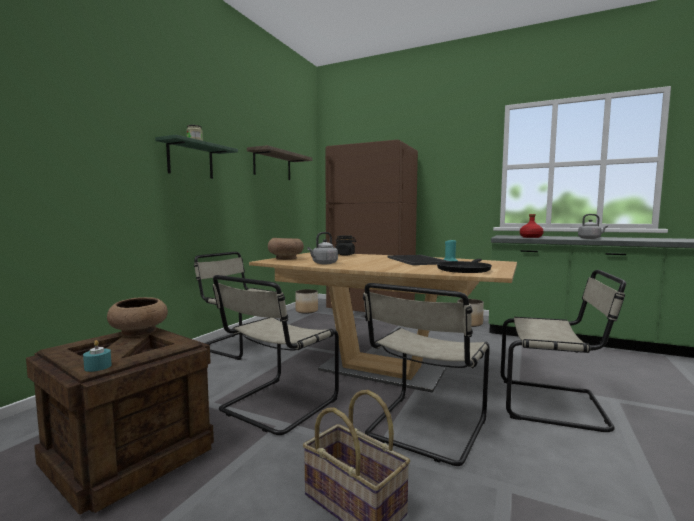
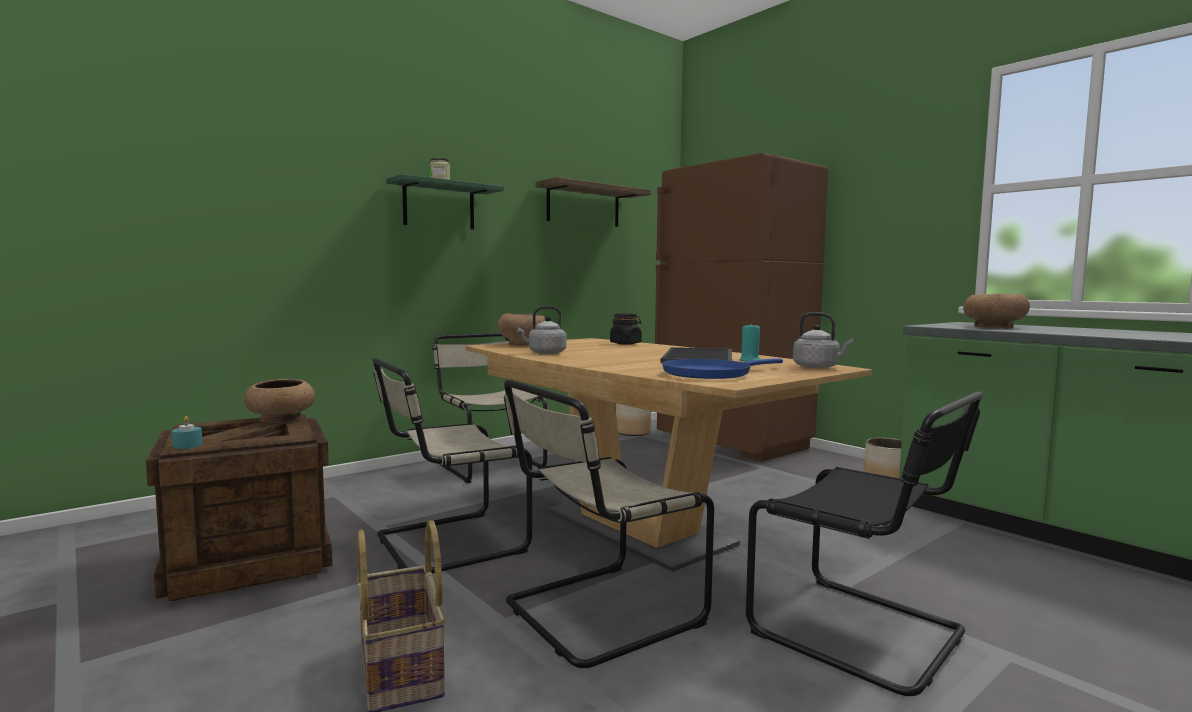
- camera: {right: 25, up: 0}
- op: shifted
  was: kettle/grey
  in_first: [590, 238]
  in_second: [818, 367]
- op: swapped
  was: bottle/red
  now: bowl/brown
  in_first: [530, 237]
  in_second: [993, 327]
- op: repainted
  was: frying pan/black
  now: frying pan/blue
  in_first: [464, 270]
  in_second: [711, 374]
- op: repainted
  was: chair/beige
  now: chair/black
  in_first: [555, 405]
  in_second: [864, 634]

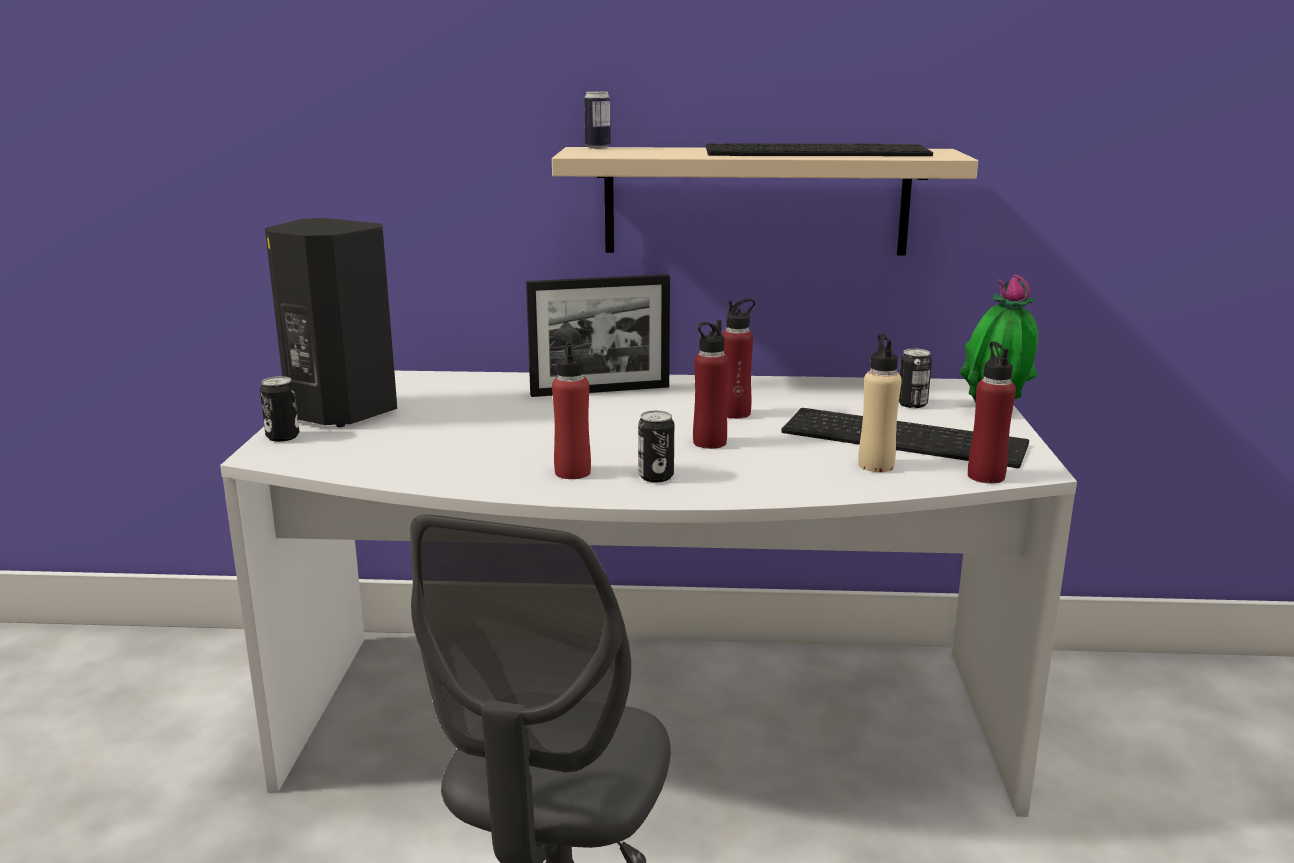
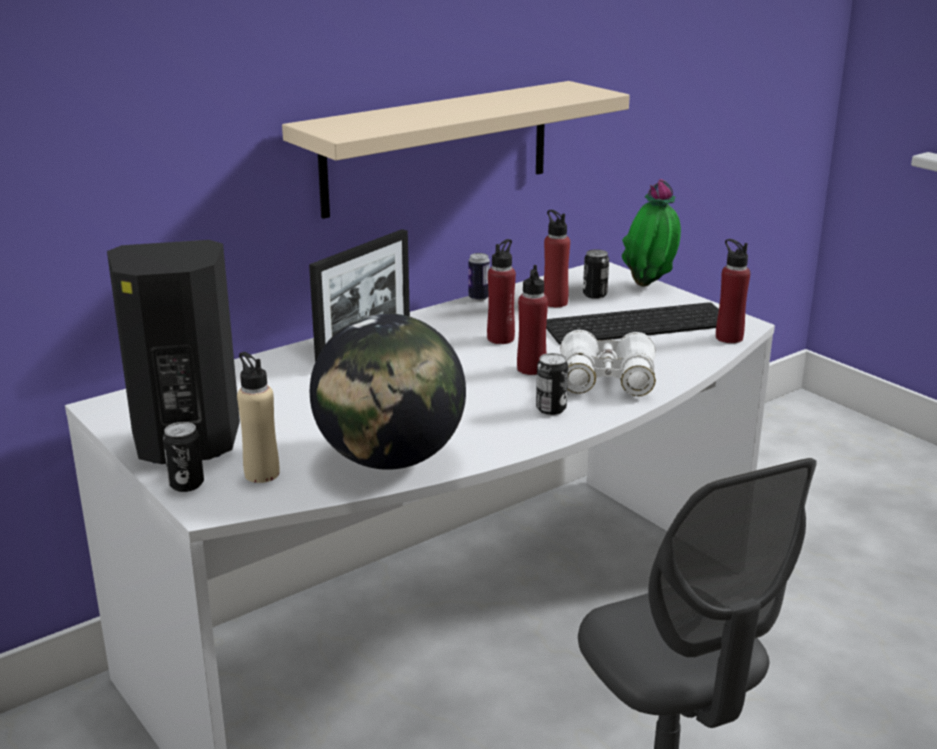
- camera: {right: -40, up: 5}
- op: gone
  was: keyboard
  in_first: [818, 152]
- op: new
  now: globe
  in_second: [390, 459]
- op: new
  now: binoculars/white
  in_second: [606, 380]
- op: shifted
  was: bottle/red
  in_first: [572, 472]
  in_second: [555, 302]
- op: shifted
  was: can
  in_first: [597, 148]
  in_second: [479, 298]
- op: shifted
  was: bottle/beige
  in_first: [876, 465]
  in_second: [262, 474]

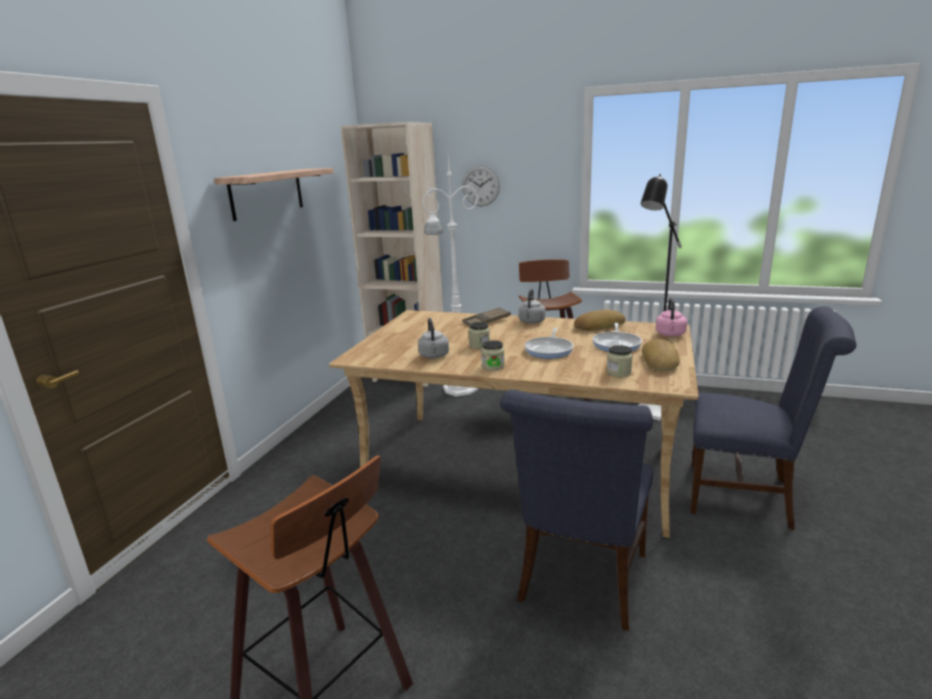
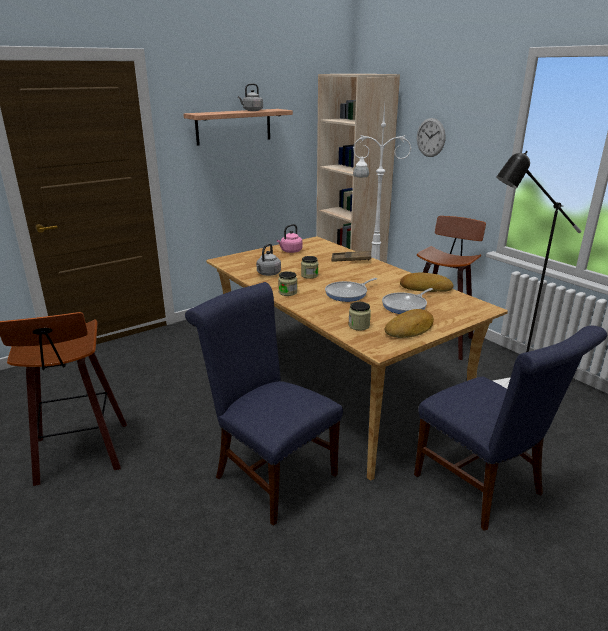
- camera: {right: 35, up: 5}
- op: shifted
  was: kettle/grey
  in_first: [531, 322]
  in_second: [252, 110]
- op: shifted
  was: kettle/pink
  in_first: [670, 335]
  in_second: [290, 251]
- op: rotated
  was: chair/blue
  in_first: [580, 582]
  in_second: [270, 473]
  clockwise: 75

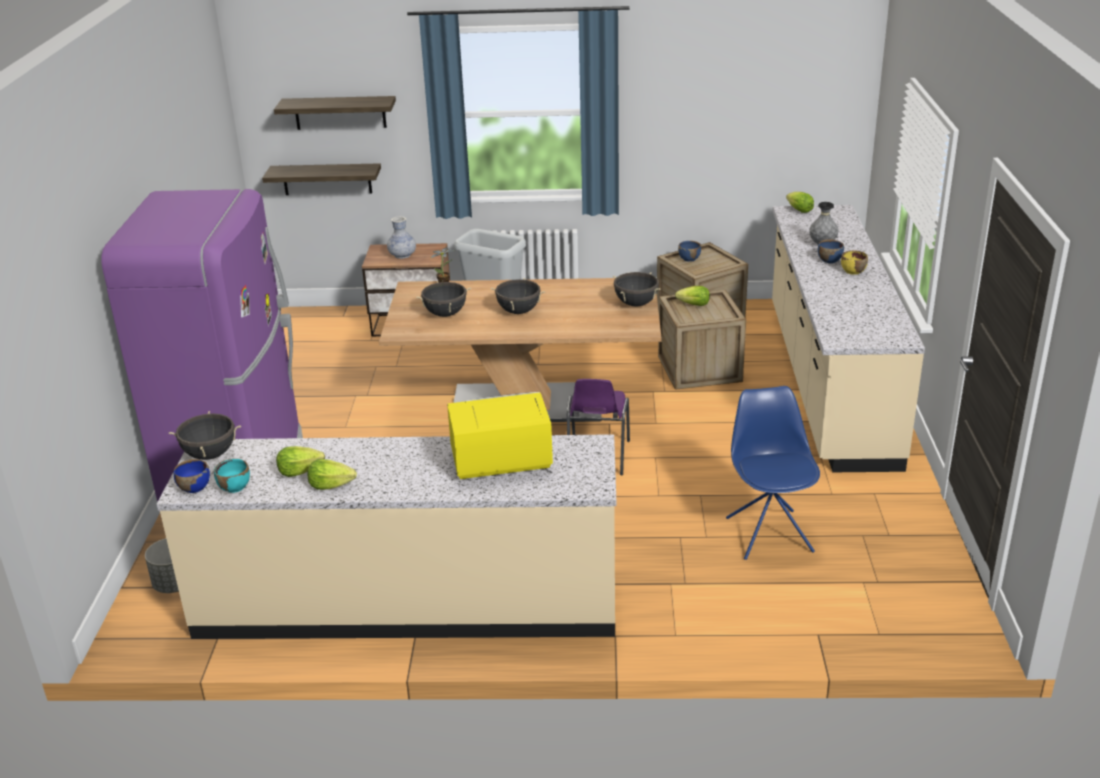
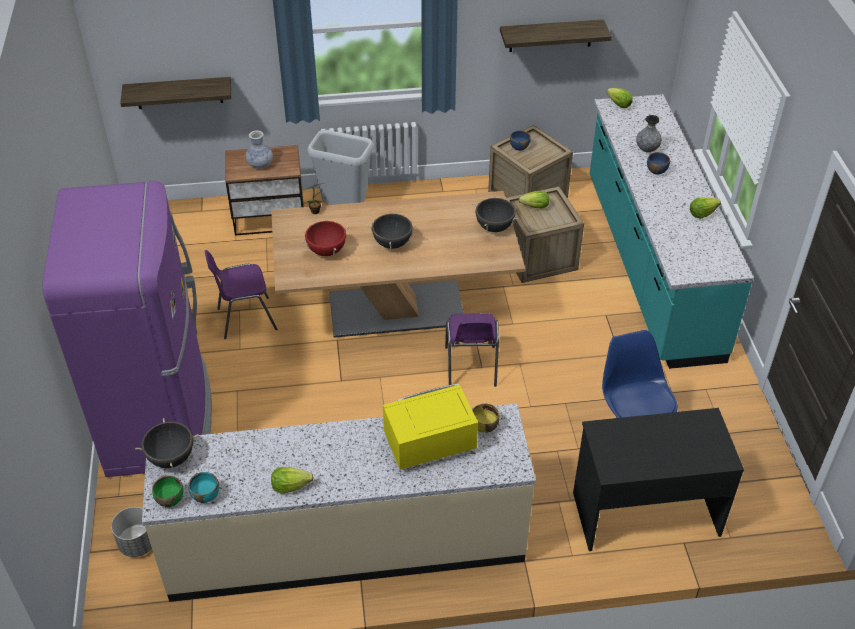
- camera: {right: -10, up: 15}
- op: new
  now: chair/purple
  in_second: [245, 318]
- op: new
  now: desk/black
  in_second: [644, 512]
- op: shifted
  was: shelf
  in_first: [340, 112]
  in_second: [550, 35]
- op: shifted
  was: lettuce
  in_first: [299, 471]
  in_second: [702, 214]
- op: shifted
  was: bowl/yellow
  in_first: [853, 271]
  in_second: [484, 426]
- op: repainted
  was: bowl/blue
  now: bowl/green
  in_first: [194, 487]
  in_second: [169, 499]
- op: repainted
  was: cooking pot/black
  now: cooking pot/red
  in_first: [445, 314]
  in_second: [326, 251]
- op: repainted
  was: counter/beige
  now: counter/turquoise
  in_first: [828, 382]
  in_second: [650, 265]

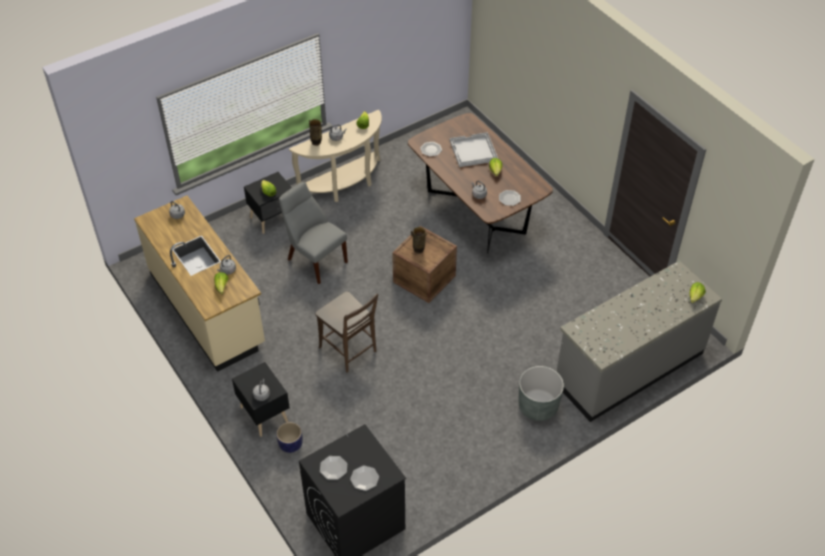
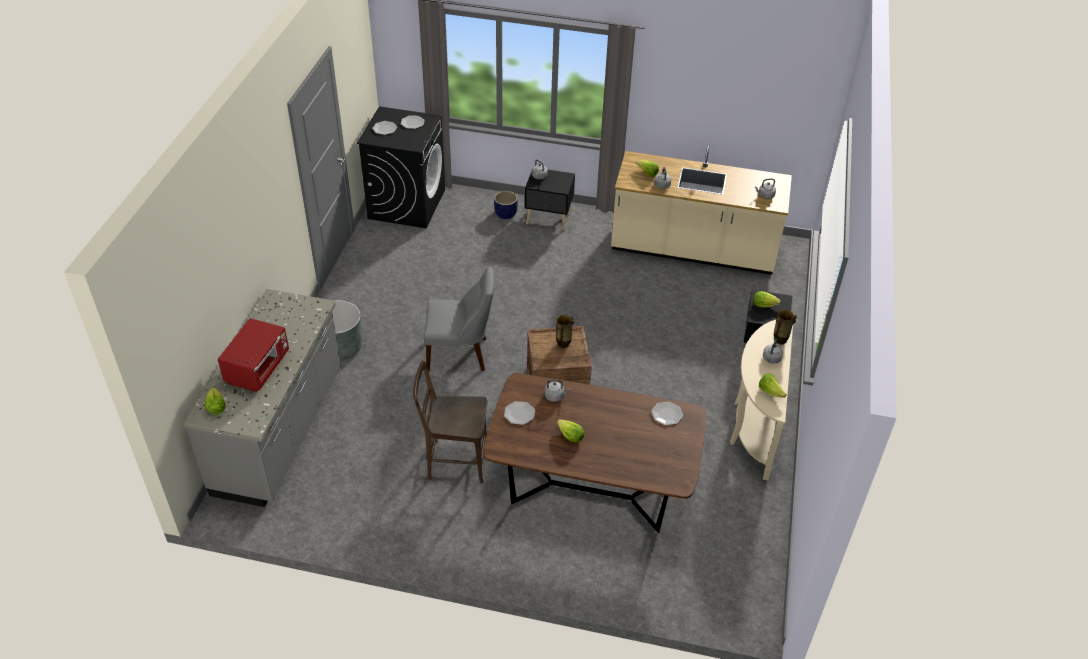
- camera: {right: 135, up: -5}
- op: gone
  was: tray/white
  in_first: [473, 151]
- op: new
  now: microwave/red
  in_second: [259, 368]
- op: shifted
  was: chair/grey
  in_first: [315, 259]
  in_second: [460, 354]
- op: shifted
  was: chair/brown
  in_first: [350, 351]
  in_second: [454, 461]

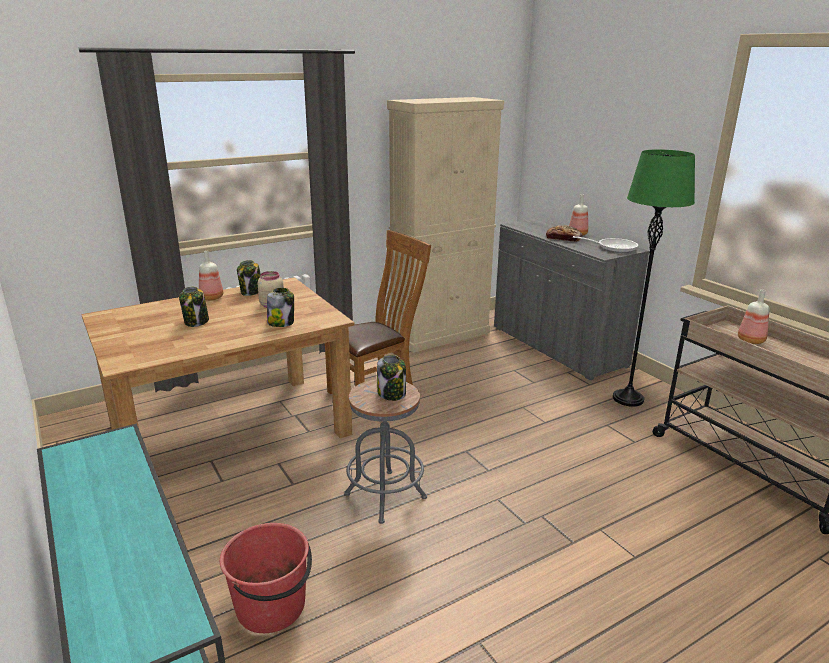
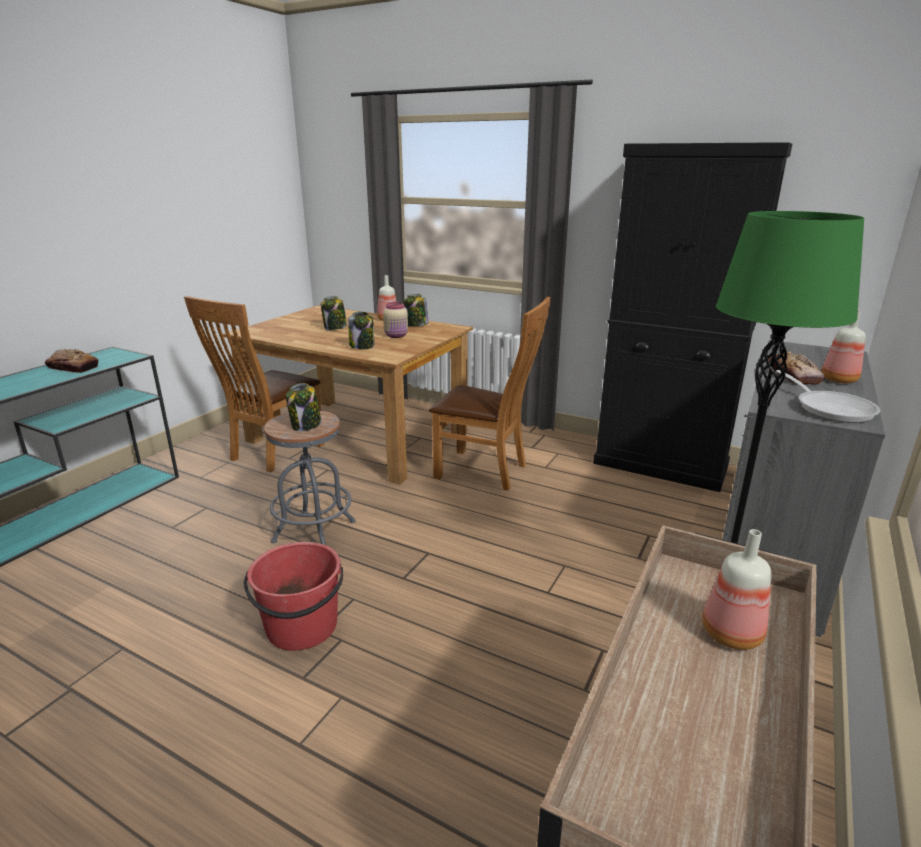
- camera: {right: 60, up: 0}
- op: new
  now: bread
  in_second: [73, 367]
- op: new
  now: chair/brown
  in_second: [272, 453]
- op: shifted
  was: bucket/red
  in_first: [272, 607]
  in_second: [302, 627]
- op: repainted
  was: cabinet/beige
  now: cabinet/black
  in_first: [440, 334]
  in_second: [661, 465]

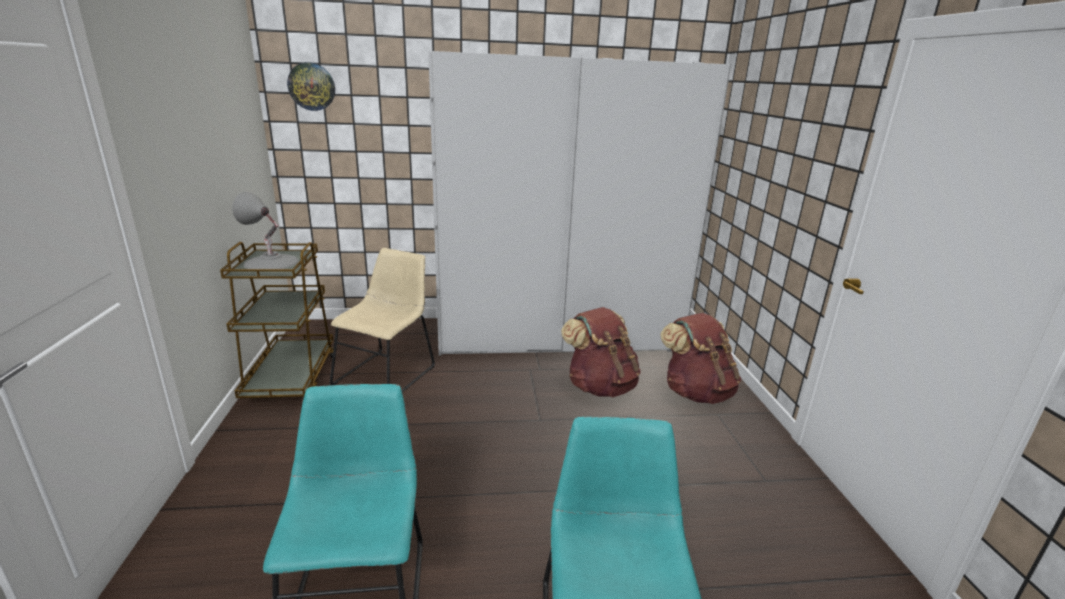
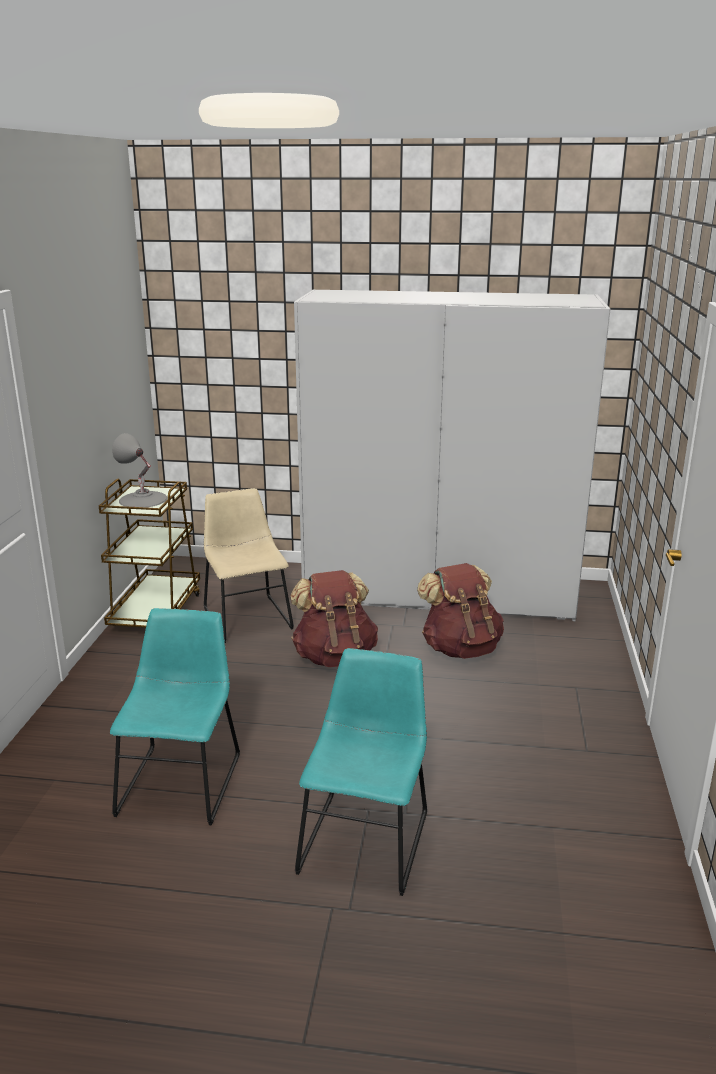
- camera: {right: 15, up: 0}
- op: gone
  was: wall clock
  in_first: [311, 86]
- op: shifted
  was: backpack/brown
  in_first: [696, 392]
  in_second: [334, 656]
- op: rotated
  was: chair/beige
  in_first: [387, 374]
  in_second: [246, 616]
  clockwise: -60

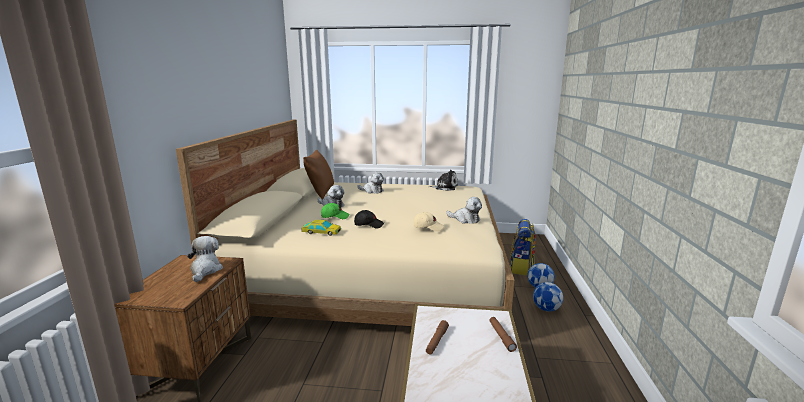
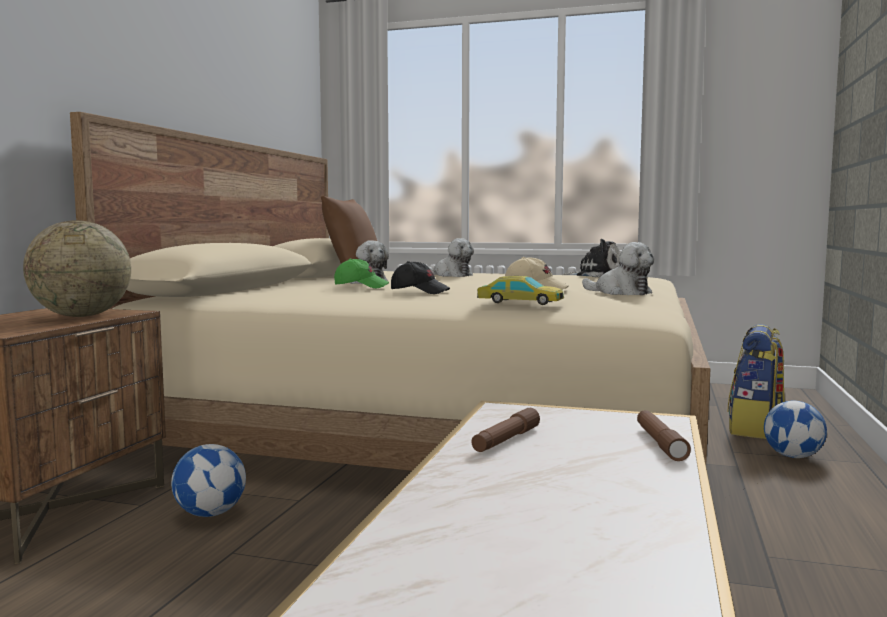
- camera: {right: 10, up: -10}
- op: shifted
  was: toy car
  in_first: [321, 232]
  in_second: [520, 302]
- op: shifted
  was: football
  in_first: [546, 309]
  in_second: [210, 513]
- op: swapped
  was: plush toy
  now: globe
  in_first: [205, 270]
  in_second: [81, 316]

